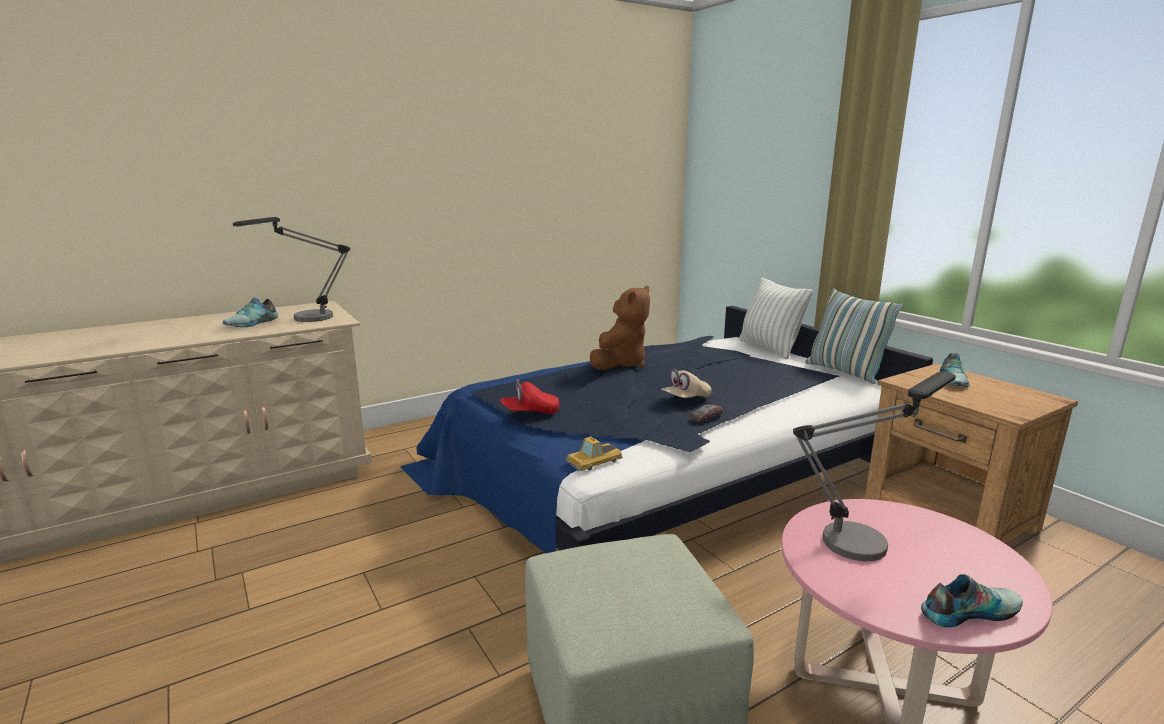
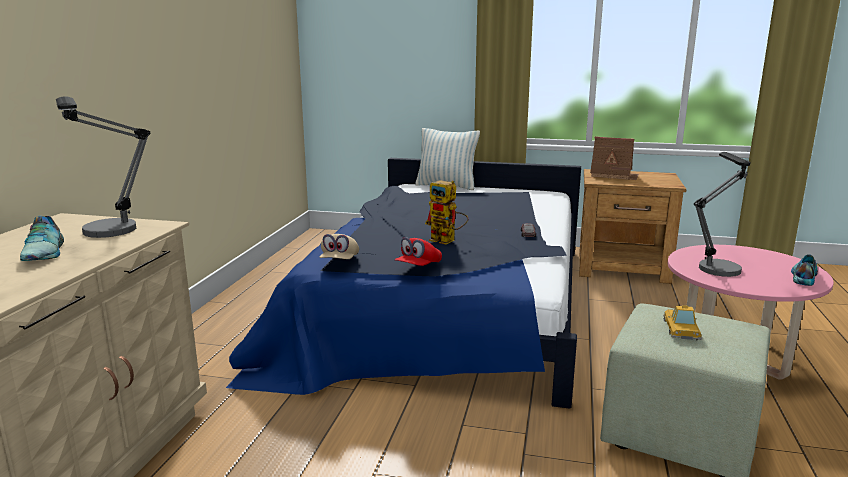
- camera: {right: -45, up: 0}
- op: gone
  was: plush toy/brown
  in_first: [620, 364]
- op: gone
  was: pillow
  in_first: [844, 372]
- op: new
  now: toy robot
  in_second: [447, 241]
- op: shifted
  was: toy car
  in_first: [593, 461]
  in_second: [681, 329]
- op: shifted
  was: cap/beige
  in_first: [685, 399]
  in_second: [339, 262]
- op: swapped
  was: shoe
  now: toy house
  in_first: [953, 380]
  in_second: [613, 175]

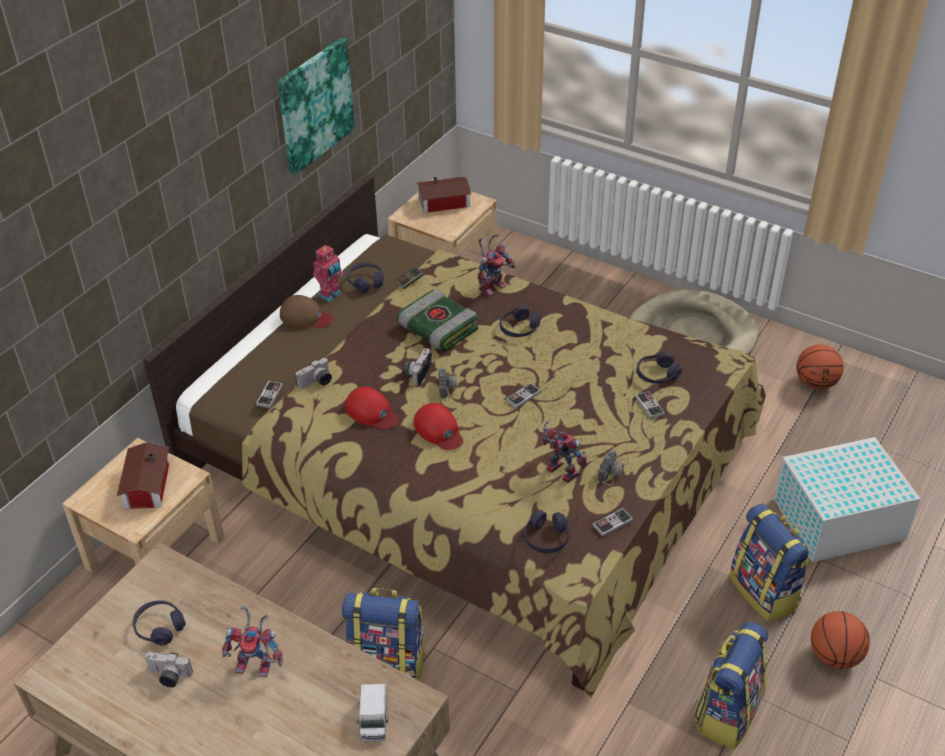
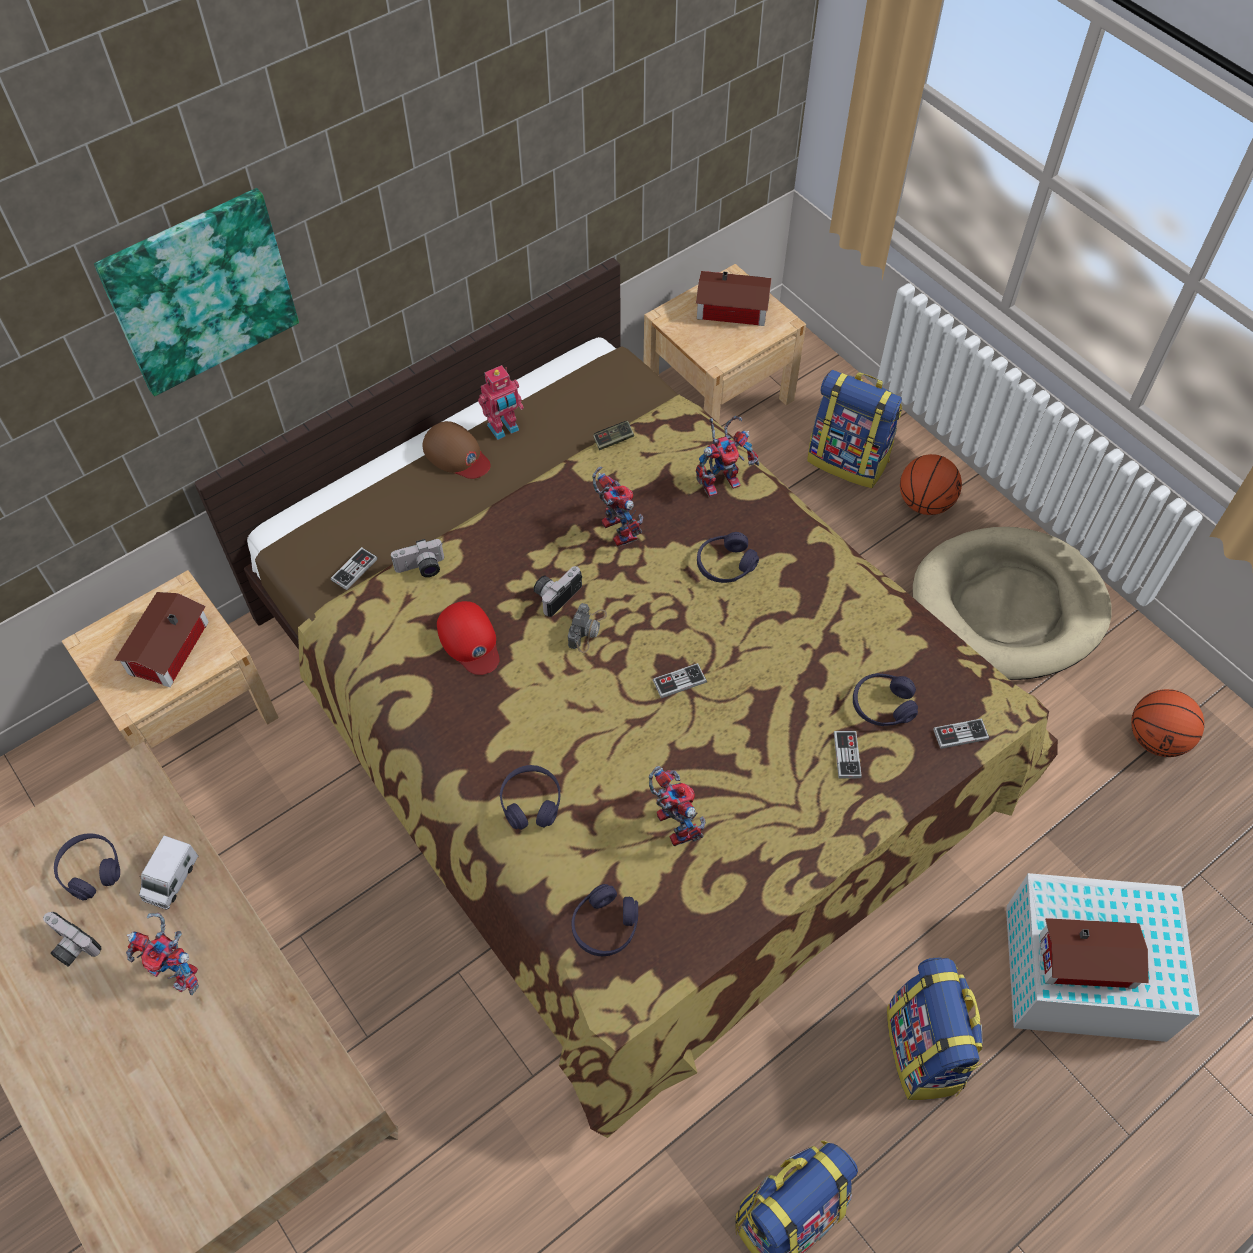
- camera: {right: 20, up: 15}
- op: gone
  was: cap/red
  in_first: [439, 430]
- op: gone
  was: photo camera
  in_first: [613, 470]
- op: new
  now: toy house
  in_second: [1090, 963]
- op: shifted
  was: picture
  in_first: [314, 105]
  in_second: [200, 291]
- op: shifted
  was: backpack
  in_first: [388, 664]
  in_second: [848, 460]
- op: shifted
  was: headphones/purple
  in_first: [366, 282]
  in_second: [531, 802]
- op: shifted
  was: toy truck
  in_first: [374, 720]
  in_second: [171, 879]
- op: shifted
  was: game controller
  in_first: [612, 523]
  in_second: [960, 734]
- op: shifted
  was: basketball
  in_first: [834, 656]
  in_second: [924, 503]
- op: swapped
  was: book
  now: toy robot
  in_first: [436, 328]
  in_second: [614, 529]

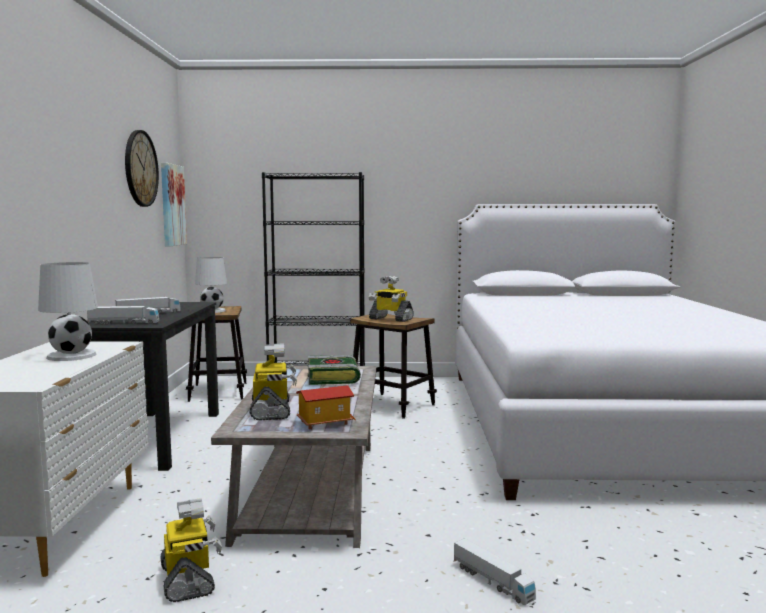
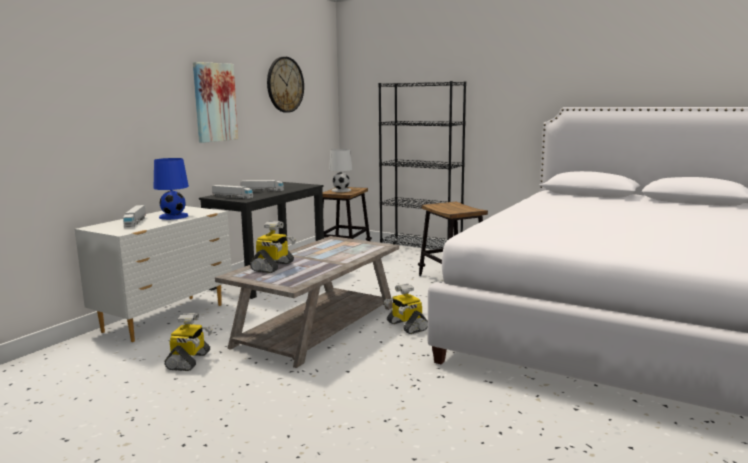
- camera: {right: 30, up: 5}
- op: gone
  was: toy house
  in_first: [325, 422]
- op: gone
  was: book
  in_first: [334, 378]
- op: shifted
  was: picture
  in_first: [172, 205]
  in_second: [214, 102]
- op: shifted
  was: toy robot
  in_first: [390, 319]
  in_second: [406, 326]
- op: shifted
  was: toy truck
  in_first: [492, 581]
  in_second: [135, 222]
- op: repainted
  was: table lamp/white
  now: table lamp/blue
  in_first: [71, 355]
  in_second: [173, 216]

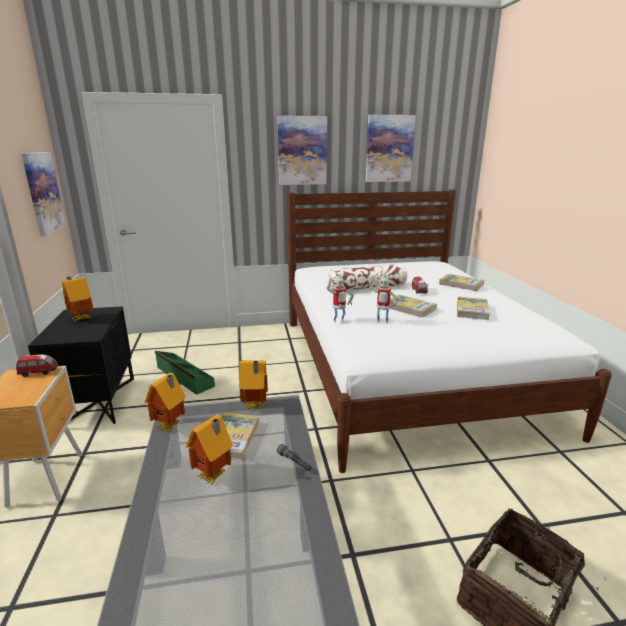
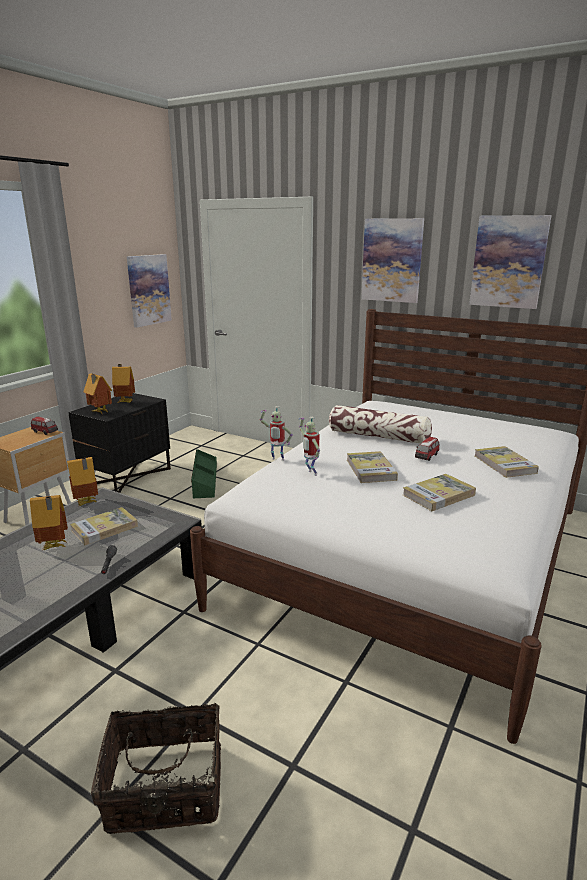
- camera: {right: 40, up: 0}
- op: shifted
  was: toy house
  in_first: [255, 407]
  in_second: [99, 412]

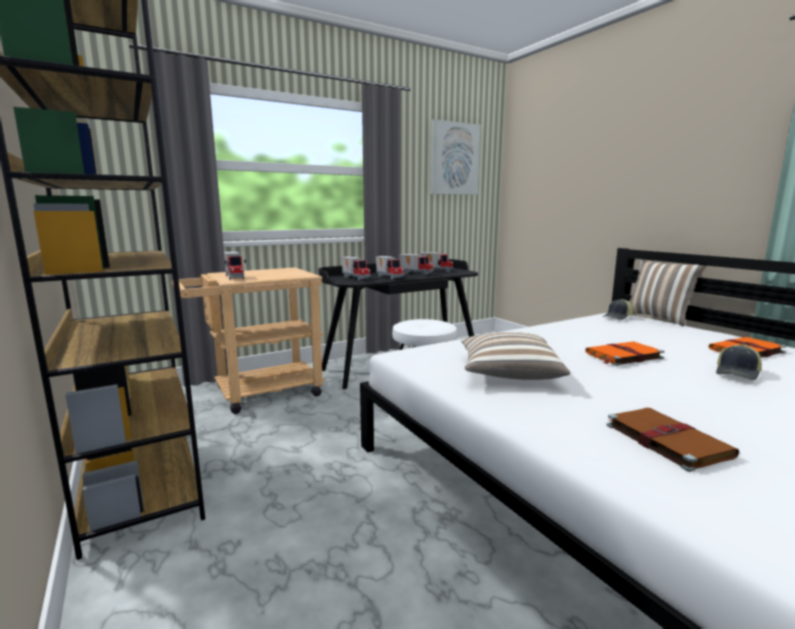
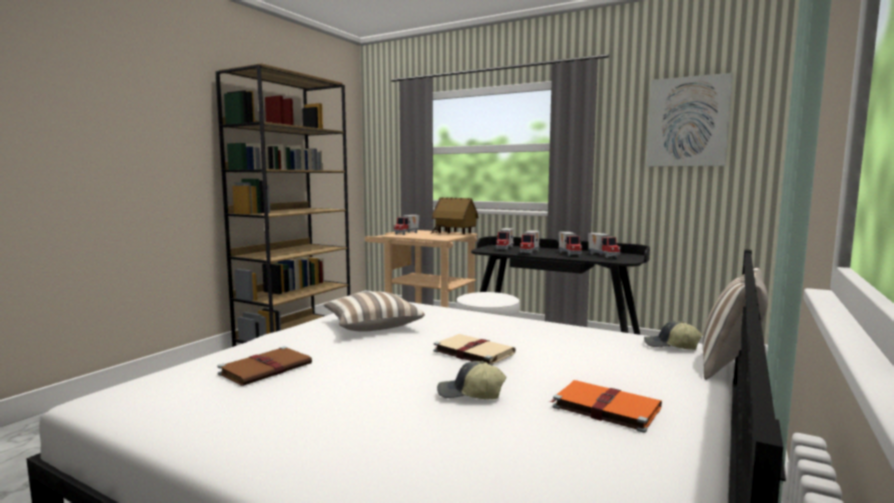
- camera: {right: 60, up: -5}
- op: new
  now: toy house
  in_second: [454, 233]
- op: repainted
  was: book/orange
  now: book/beige
  in_first: [622, 356]
  in_second: [472, 352]

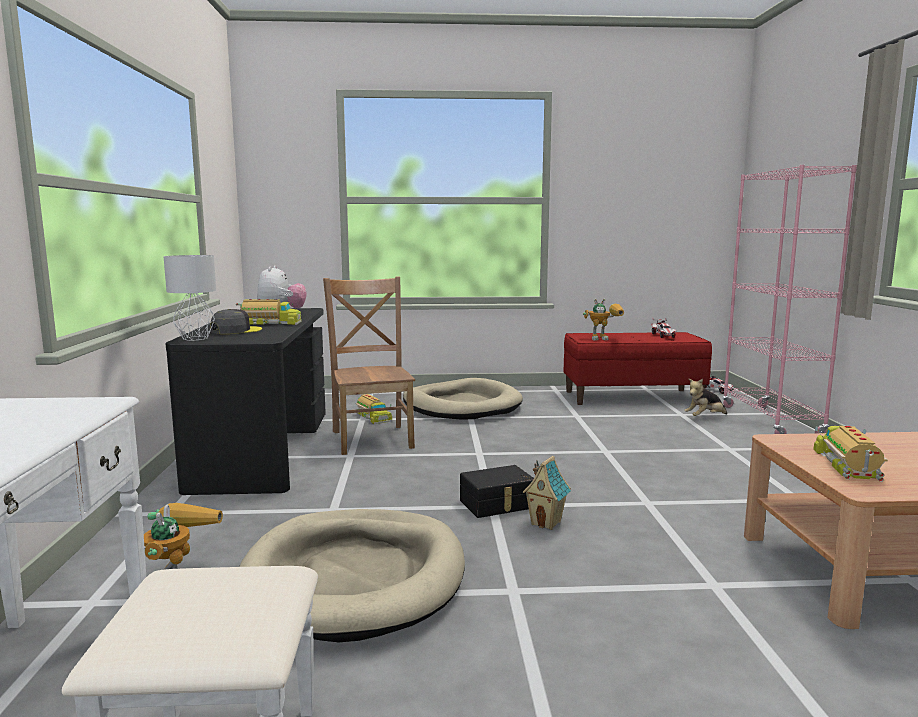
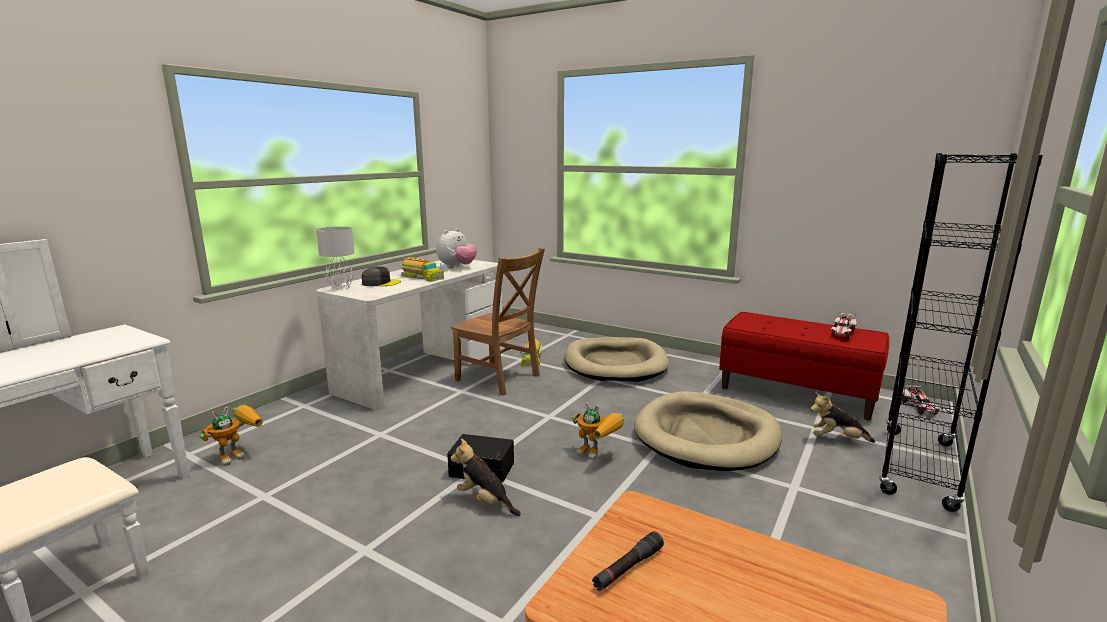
- camera: {right: 35, up: 5}
- op: shifted
  was: dog bed/beige
  in_first: [355, 578]
  in_second: [706, 436]
- op: shifted
  was: toy robot
  in_first: [605, 338]
  in_second: [598, 455]
- op: swapped
  was: toy house
  now: plush toy
  in_first: [546, 523]
  in_second: [485, 501]
- op: swapped
  was: toy truck
  now: flashlight/black
  in_first: [848, 465]
  in_second: [628, 568]
- op: repainted
  was: desk/black
  now: desk/white
  in_first: [264, 448]
  in_second: [424, 369]
- op: repainted
  was: bookcase/pink
  now: bookcase/black
  in_first: [770, 421]
  in_second: [918, 468]
- op: rotated
  was: chair/brown
  in_first: [372, 438]
  in_second: [500, 379]
  clockwise: 105

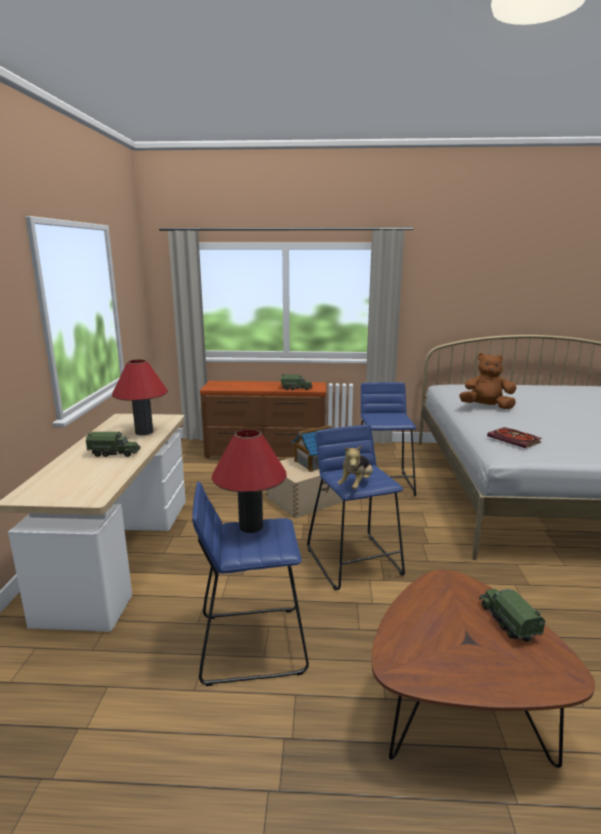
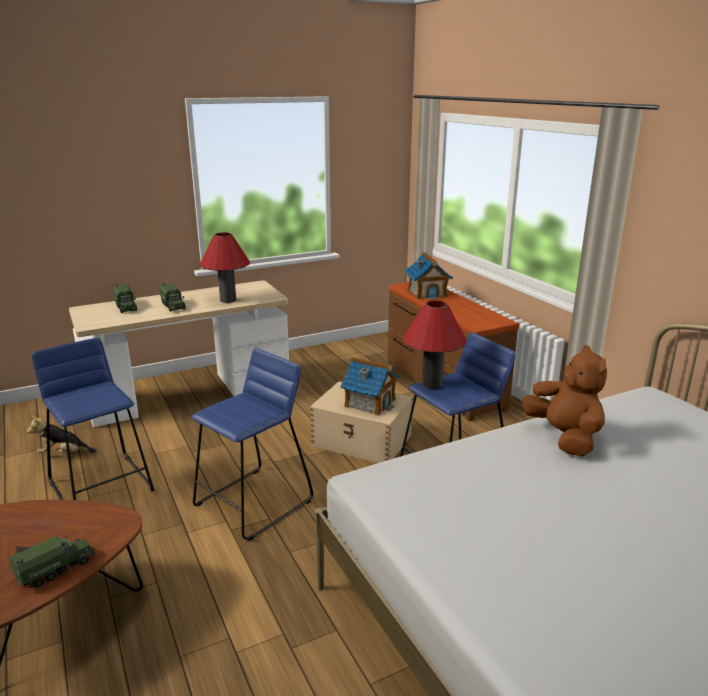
- camera: {right: 60, up: 5}
- op: gone
  was: book
  in_first: [515, 439]
- op: new
  now: toy house
  in_second: [427, 293]
- op: shifted
  was: table lamp/red
  in_first: [251, 526]
  in_second: [432, 384]
- op: shifted
  was: toy truck
  in_first: [296, 388]
  in_second: [126, 307]
- op: shifted
  was: plush toy
  in_first: [356, 485]
  in_second: [63, 454]

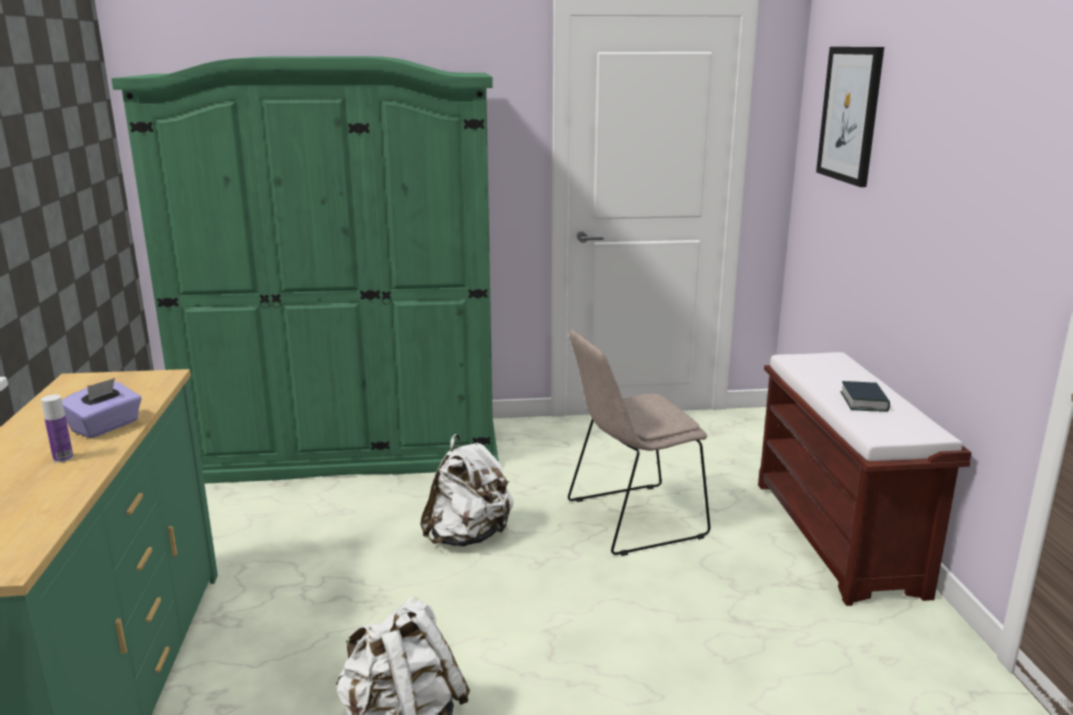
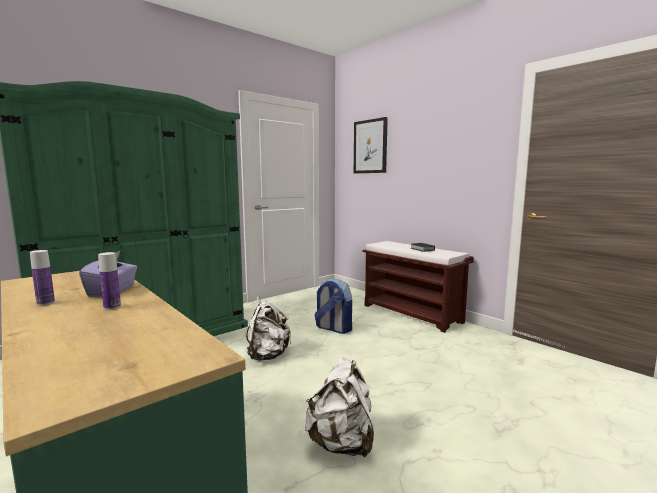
- camera: {right: -35, up: -10}
- op: new
  now: bottle
  in_second: [45, 303]
- op: swapped
  was: chair/beige
  now: backpack
  in_first: [631, 520]
  in_second: [333, 328]

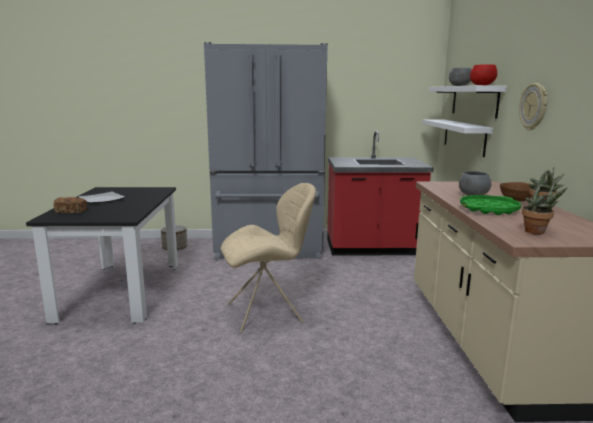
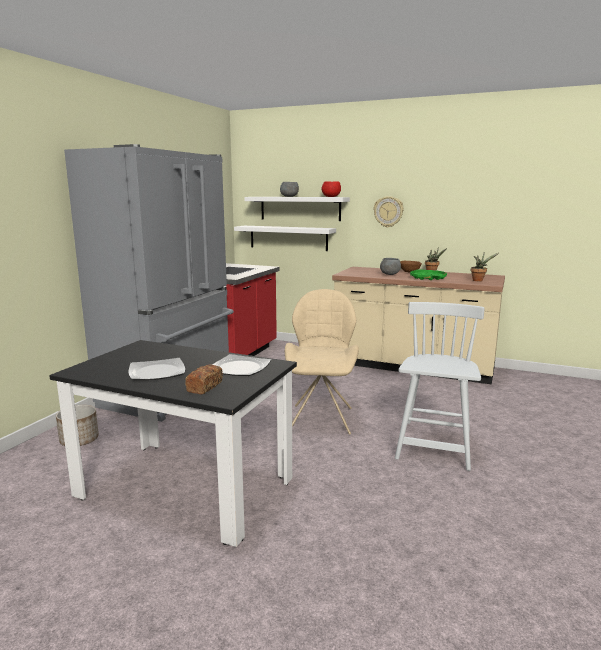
- camera: {right: -65, up: 0}
- op: new
  now: plate
  in_second: [239, 368]
- op: new
  now: chair/white
  in_second: [434, 445]

